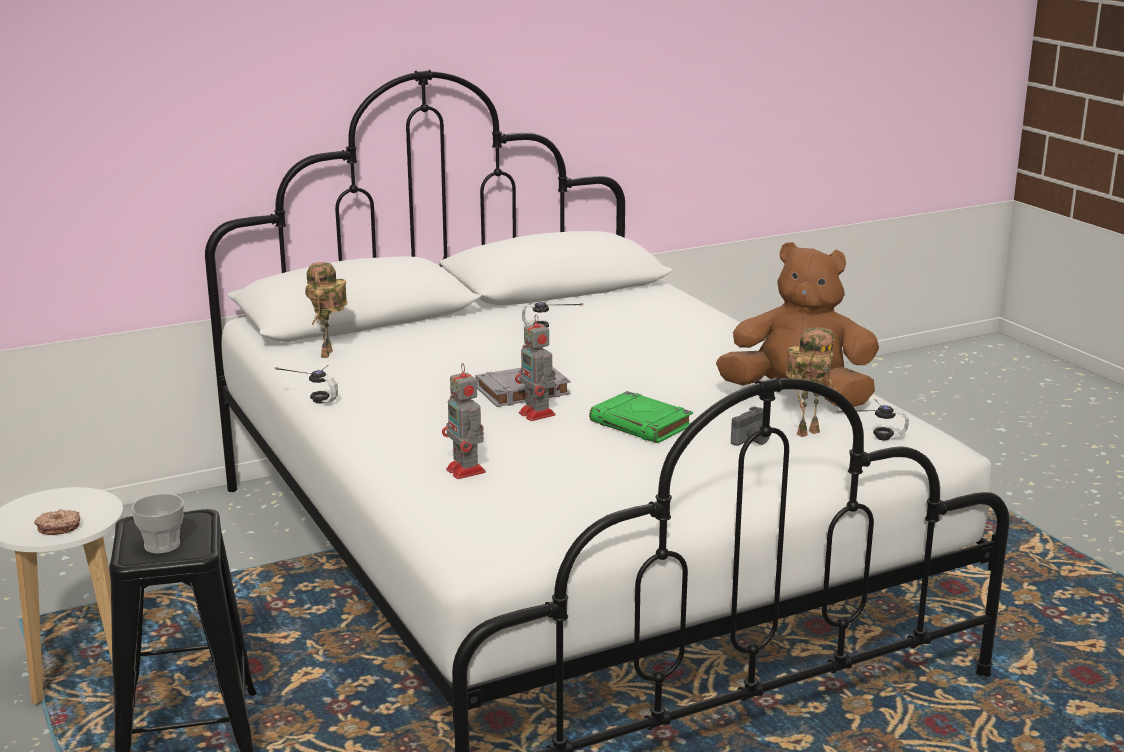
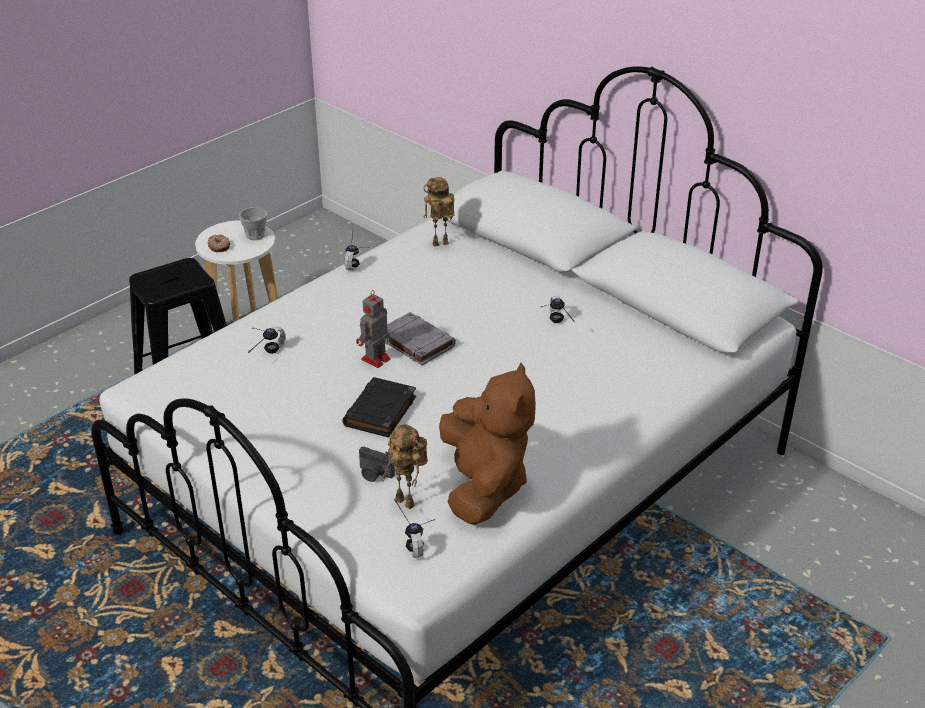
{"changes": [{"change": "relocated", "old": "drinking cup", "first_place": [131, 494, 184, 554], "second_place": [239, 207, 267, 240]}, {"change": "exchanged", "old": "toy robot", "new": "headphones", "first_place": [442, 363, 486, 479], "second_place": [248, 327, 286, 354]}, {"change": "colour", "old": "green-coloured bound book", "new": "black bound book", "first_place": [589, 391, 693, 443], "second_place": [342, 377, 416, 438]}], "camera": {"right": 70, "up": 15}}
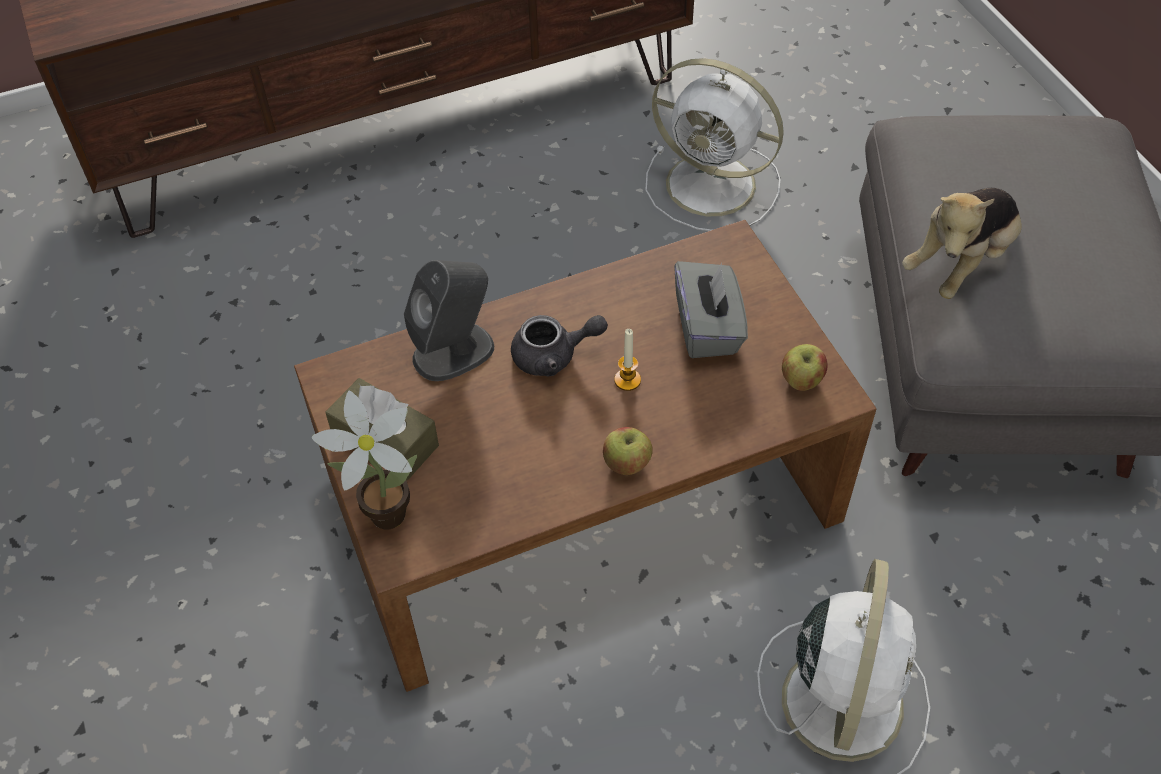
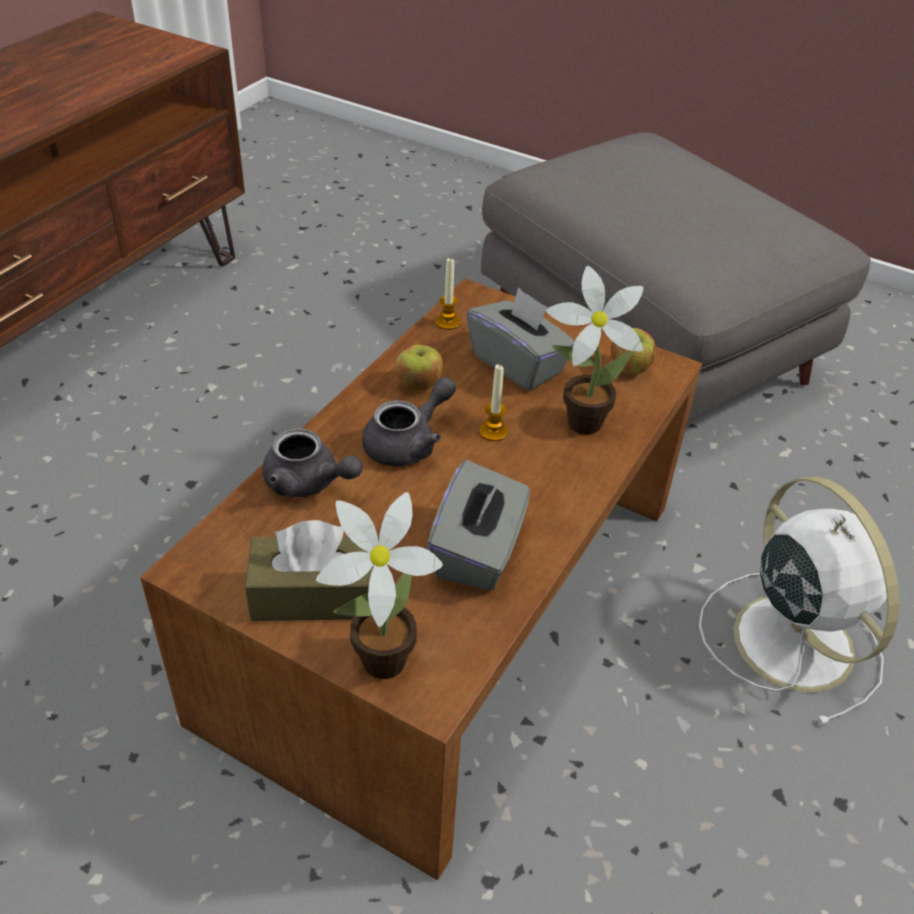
{"changes": [{"change": "missing", "old": "whitish cooling fan", "first_place": [645, 58, 784, 231]}, {"change": "missing", "old": "soft toy", "first_place": [902, 188, 1022, 299]}, {"change": "appeared", "new": "gray tissue holder", "second_place": [427, 460, 530, 591]}, {"change": "appeared", "new": "candle", "second_place": [435, 257, 461, 330]}, {"change": "appeared", "new": "potted plant", "second_place": [546, 266, 644, 435]}, {"change": "relocated", "old": "apple fruit", "first_place": [603, 427, 652, 475], "second_place": [396, 345, 443, 391]}, {"change": "exchanged", "old": "gray audio speaker", "new": "gray pot for tea", "first_place": [404, 260, 494, 381], "second_place": [262, 428, 363, 497]}], "camera": {"right": -40, "up": -10}}
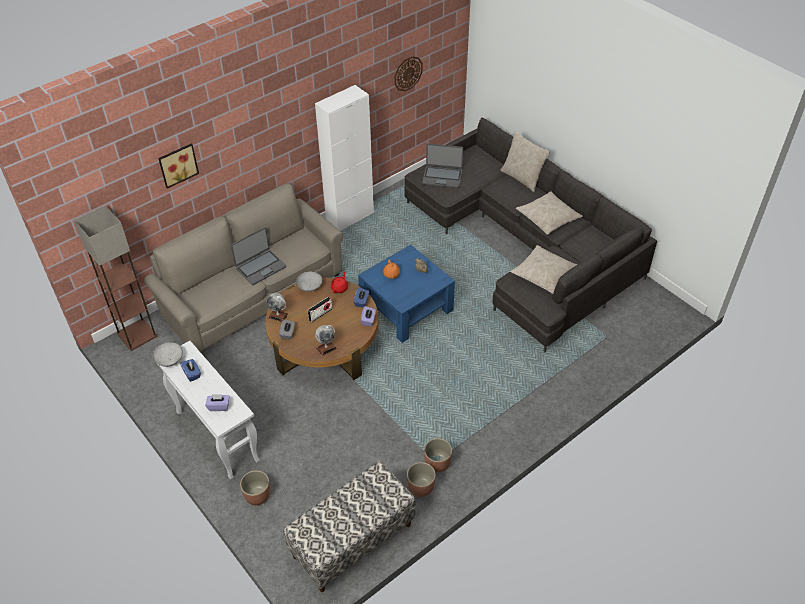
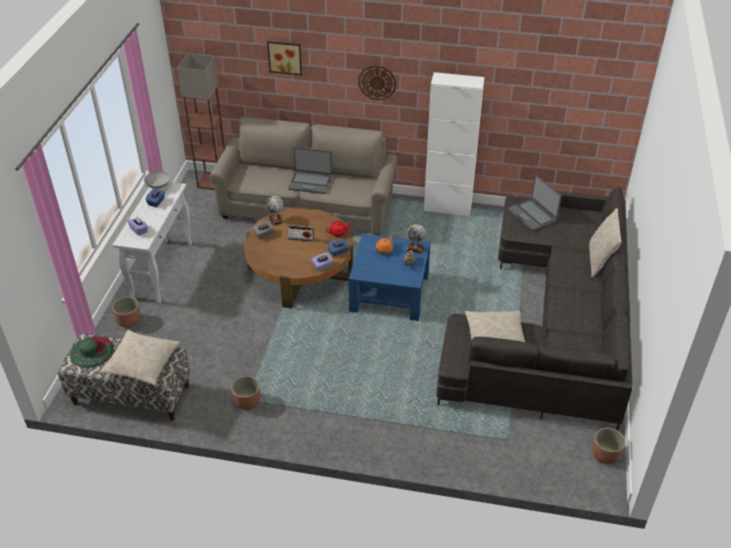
{"changes": [{"change": "missing", "old": "gray serving bowl", "first_place": [296, 272, 322, 292]}, {"change": "appeared", "new": "green-coloured clothing hat", "second_place": [70, 336, 113, 368]}, {"change": "relocated", "old": "world globe", "first_place": [315, 325, 337, 356], "second_place": [406, 224, 427, 254]}, {"change": "relocated", "old": "clock on the wall", "first_place": [394, 56, 423, 91], "second_place": [359, 65, 396, 100]}, {"change": "relocated", "old": "flower pot", "first_place": [407, 462, 436, 497], "second_place": [593, 428, 625, 465]}, {"change": "relocated", "old": "beige pillow", "first_place": [516, 191, 583, 235], "second_place": [100, 330, 180, 385]}], "camera": {"right": 50, "up": -5}}
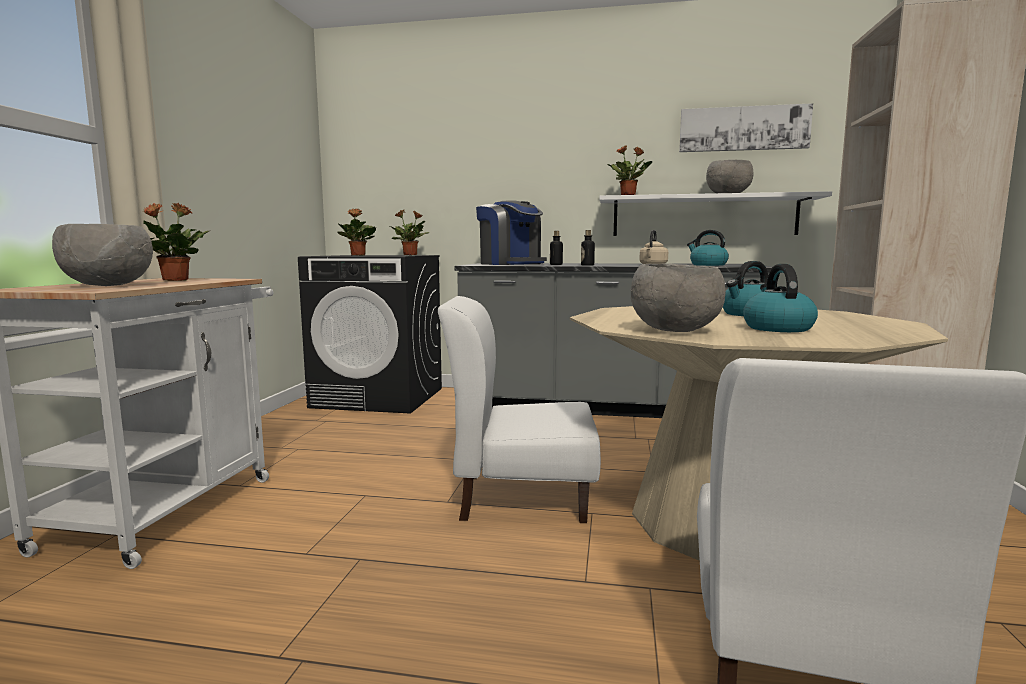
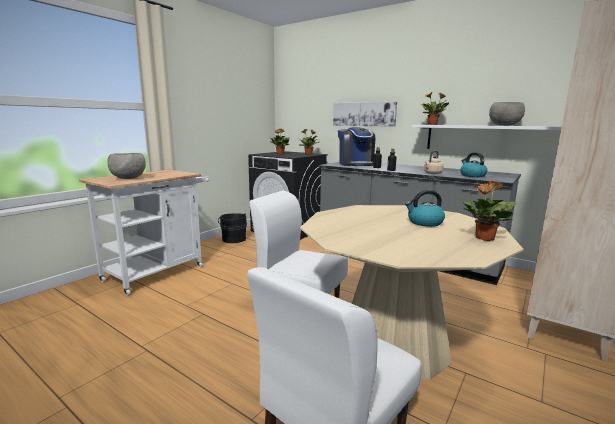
{"changes": [{"change": "missing", "old": "gray serving bowl", "first_place": [631, 264, 726, 332]}, {"change": "missing", "old": "kettle", "first_place": [743, 264, 818, 332]}, {"change": "appeared", "new": "black bucket", "second_place": [218, 213, 247, 243]}, {"change": "relocated", "old": "potted plant", "first_place": [143, 203, 209, 281], "second_place": [461, 181, 516, 241]}, {"change": "relocated", "old": "picture", "first_place": [679, 103, 813, 152], "second_place": [333, 102, 397, 127]}], "camera": {"right": 25, "up": 5}}
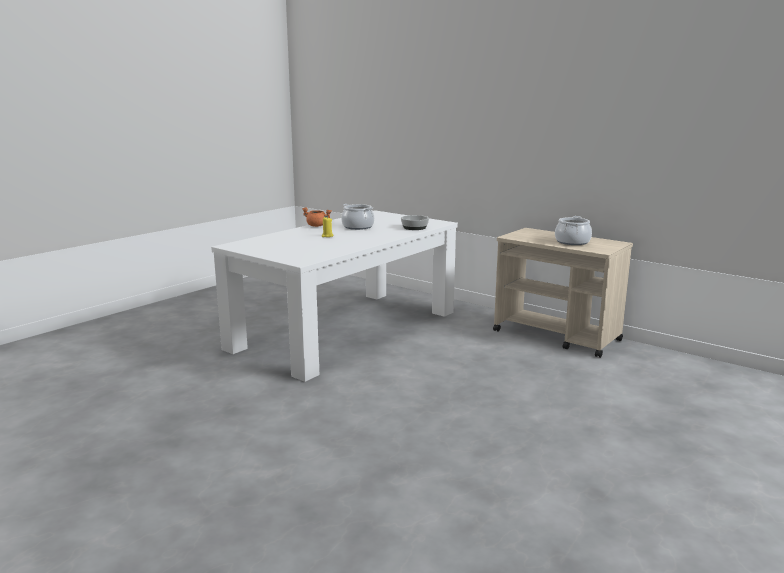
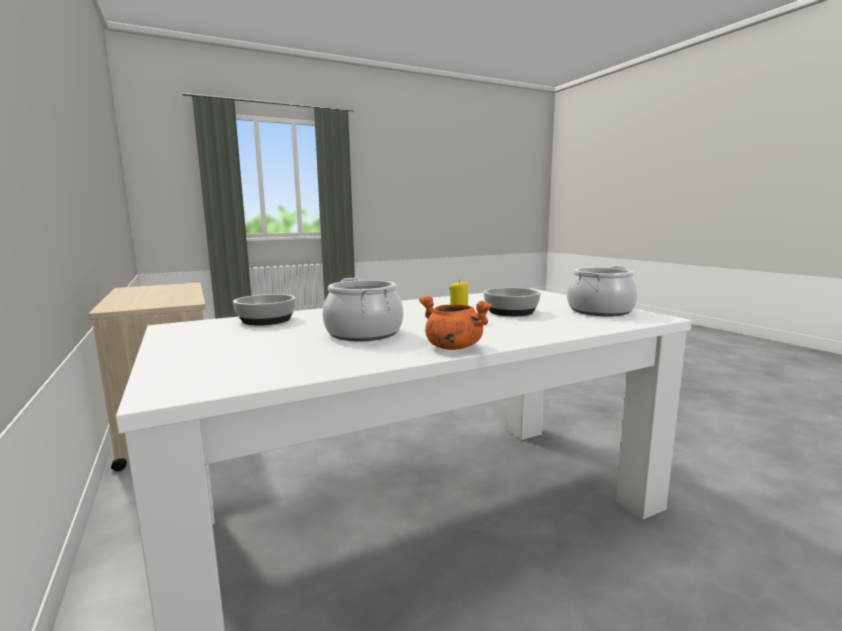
{"changes": [{"change": "appeared", "new": "serving bowl", "second_place": [483, 288, 541, 316]}, {"change": "relocated", "old": "stockpot", "first_place": [555, 216, 592, 245], "second_place": [567, 266, 638, 317]}], "camera": {"right": -155, "up": -5}}
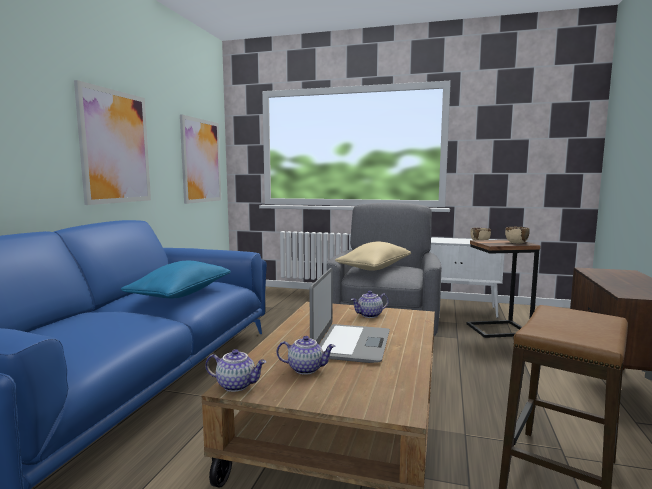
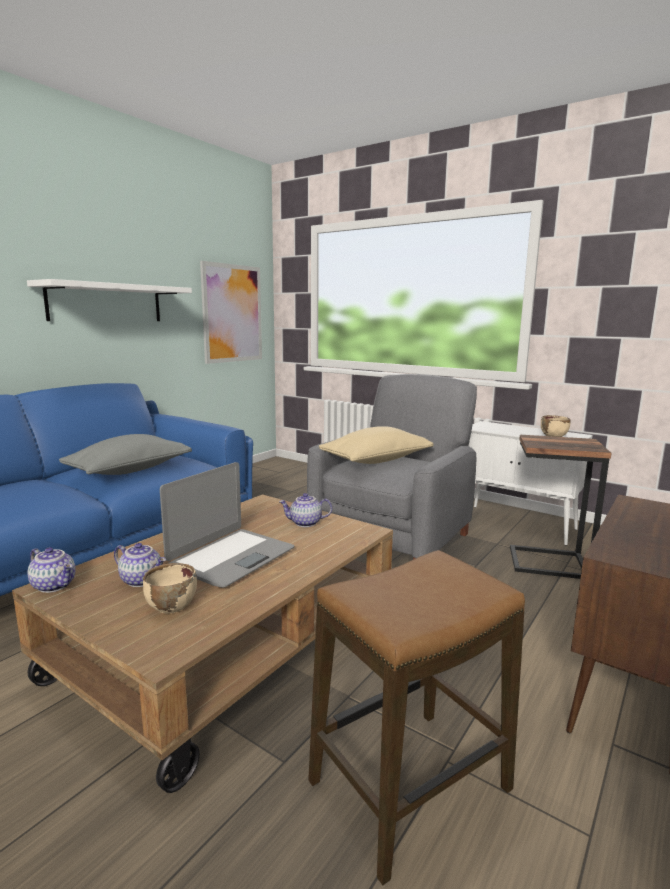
{"changes": [{"change": "relocated", "old": "beige serving bowl", "first_place": [505, 227, 530, 243], "second_place": [143, 563, 197, 613]}, {"change": "exchanged", "old": "picture", "new": "whitish shelf", "first_place": [74, 80, 151, 205], "second_place": [27, 279, 192, 321]}, {"change": "colour", "old": "blue-coloured pillow", "new": "gray pillow", "first_place": [121, 261, 231, 298], "second_place": [59, 434, 192, 475]}], "camera": {"right": 20, "up": 5}}
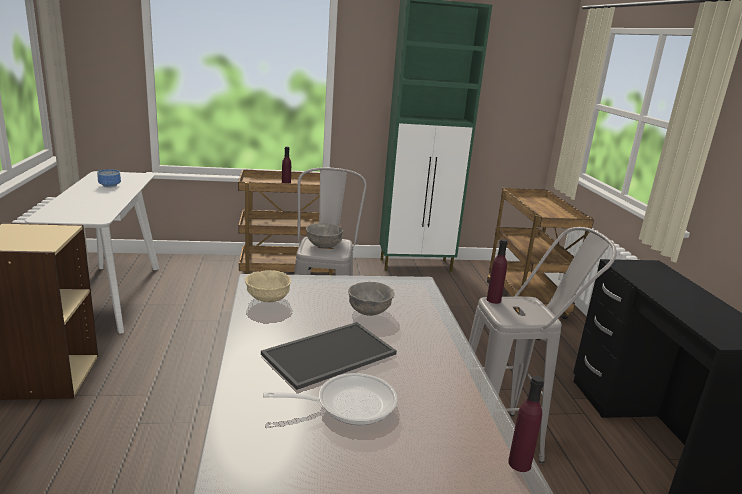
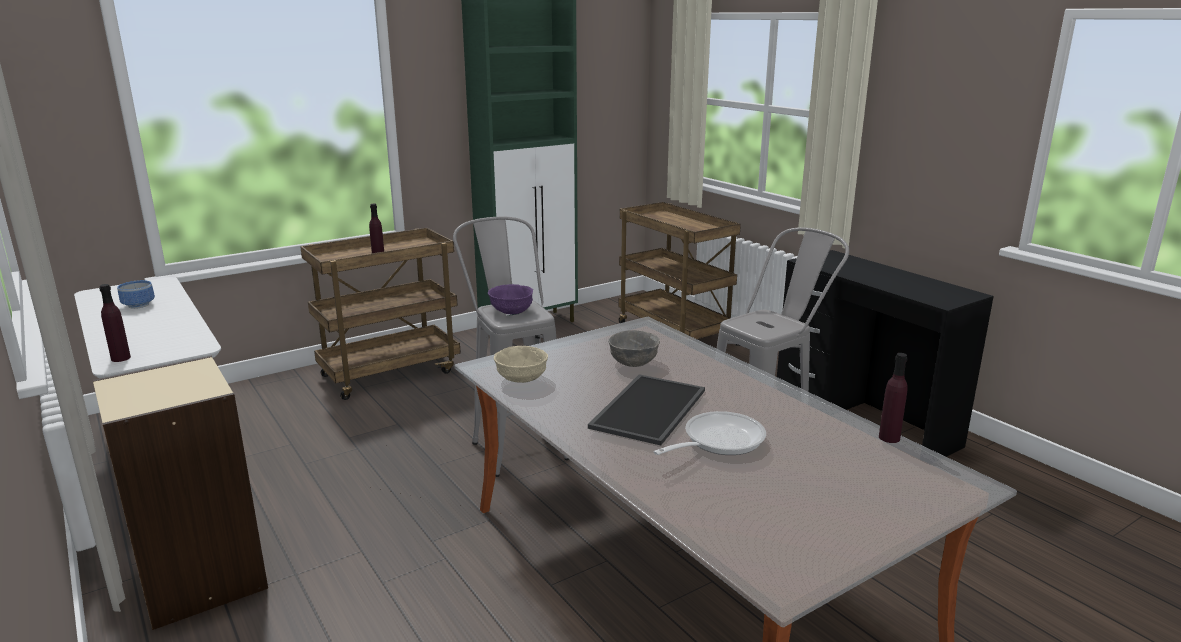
{"changes": [{"change": "relocated", "old": "purple-coloured bottle", "first_place": [487, 239, 508, 304], "second_place": [99, 284, 131, 362]}, {"change": "colour", "old": "gray serving bowl", "new": "purple-coloured serving bowl", "first_place": [306, 223, 343, 248], "second_place": [488, 284, 533, 315]}], "camera": {"right": -25, "up": 0}}
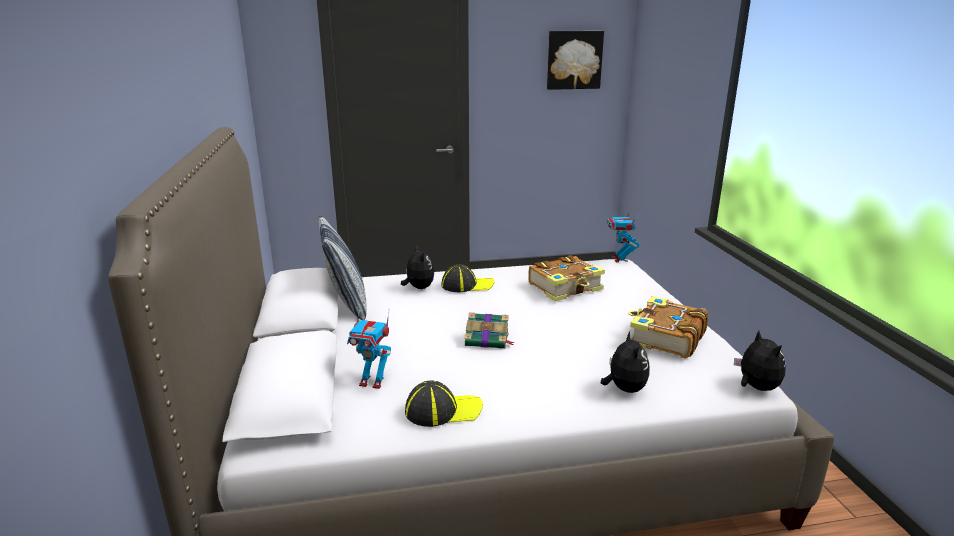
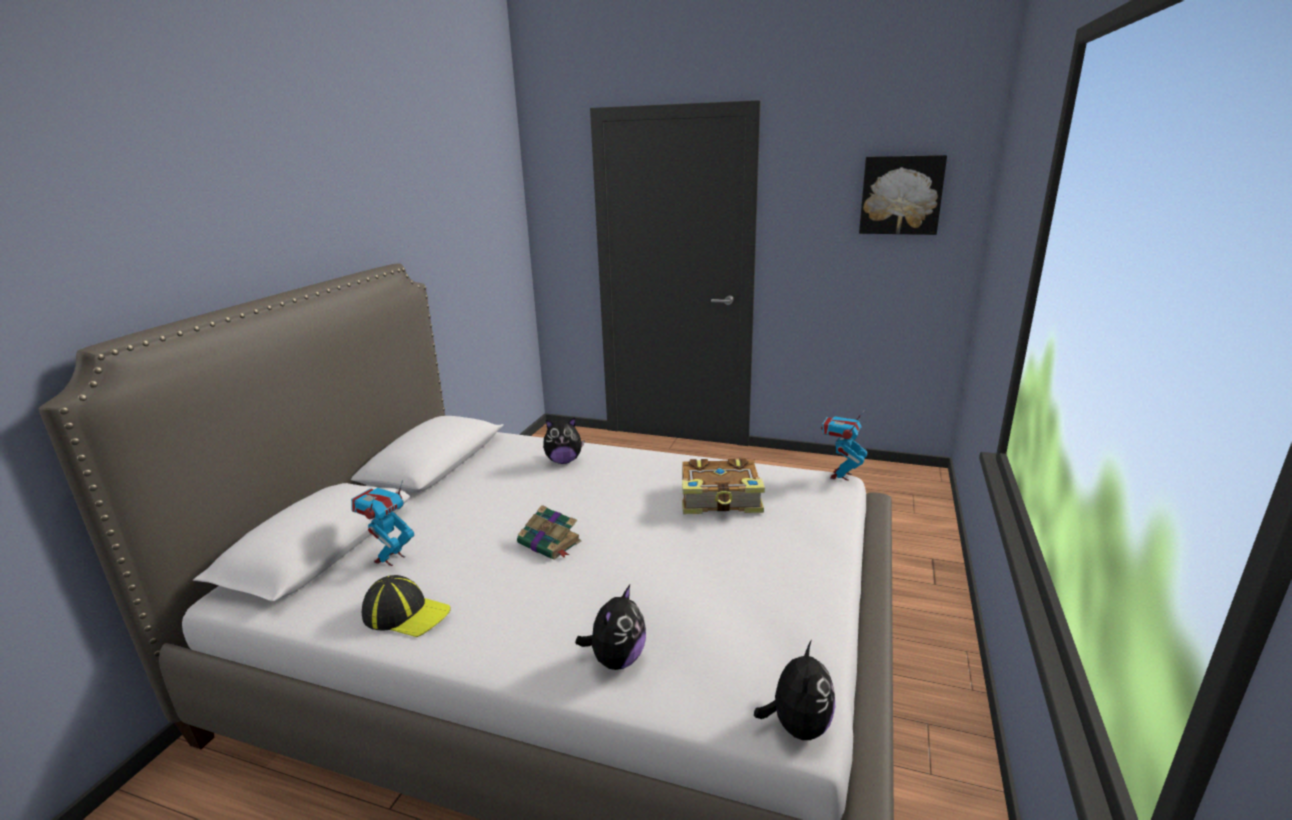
{"changes": [{"change": "missing", "old": "pillow", "first_place": [318, 214, 367, 320]}, {"change": "missing", "old": "baseball cap", "first_place": [441, 264, 495, 292]}, {"change": "missing", "old": "bound book", "first_place": [628, 296, 708, 358]}, {"change": "spun", "old": "toy robot", "first_place": [347, 307, 391, 389], "second_place": [351, 480, 414, 566], "degrees": 75}, {"change": "spun", "old": "soft toy", "first_place": [401, 246, 434, 289], "second_place": [543, 418, 585, 464], "degrees": 75}], "camera": {"right": 30, "up": 0}}
